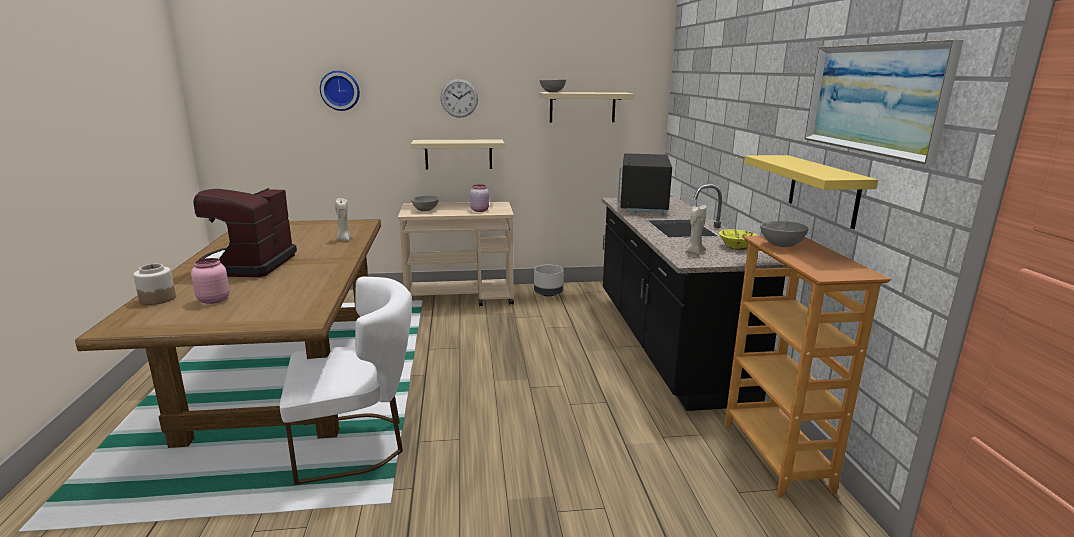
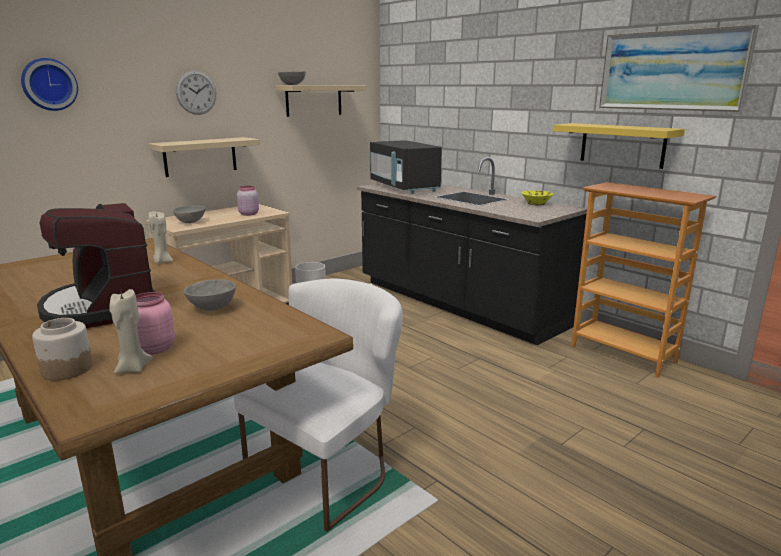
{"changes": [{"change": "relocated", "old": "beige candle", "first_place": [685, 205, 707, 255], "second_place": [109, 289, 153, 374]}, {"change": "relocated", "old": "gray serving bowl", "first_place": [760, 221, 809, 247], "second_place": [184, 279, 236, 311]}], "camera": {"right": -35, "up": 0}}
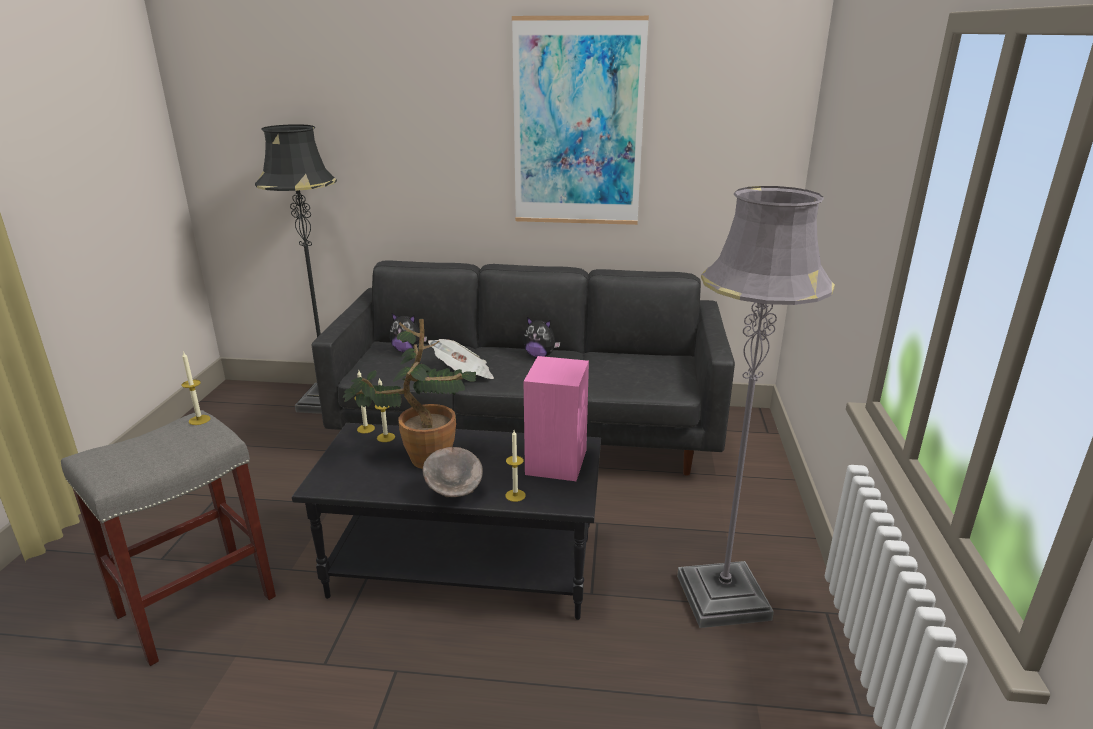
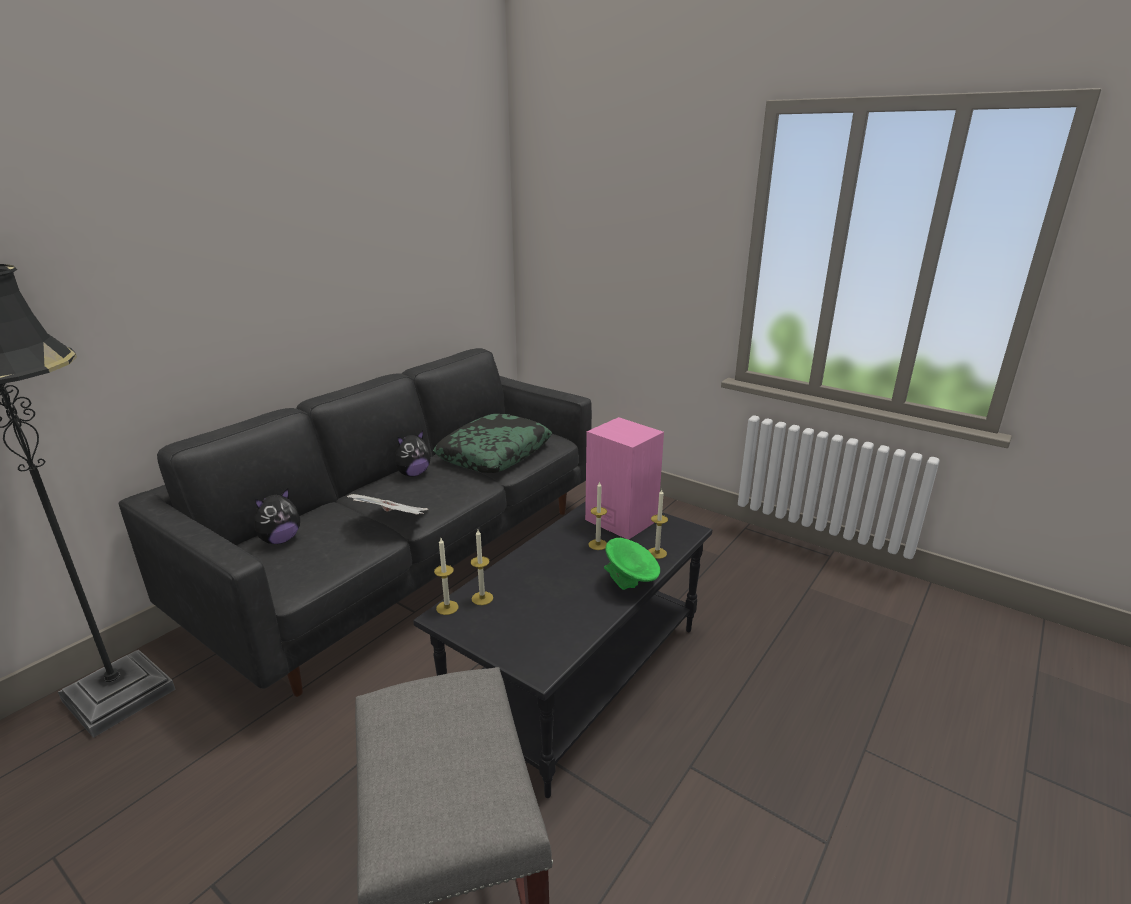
{"changes": [{"change": "missing", "old": "potted plant", "first_place": [342, 319, 476, 469]}, {"change": "missing", "old": "picture", "first_place": [512, 16, 649, 225]}, {"change": "missing", "old": "gray standing lamp", "first_place": [677, 186, 835, 628]}, {"change": "appeared", "new": "pillow", "second_place": [433, 414, 552, 473]}, {"change": "relocated", "old": "candle", "first_place": [181, 351, 211, 425], "second_place": [588, 481, 607, 550]}, {"change": "colour", "old": "gray serving bowl", "new": "green-coloured serving bowl", "first_place": [423, 447, 483, 497], "second_place": [604, 537, 660, 590]}], "camera": {"right": -60, "up": 0}}
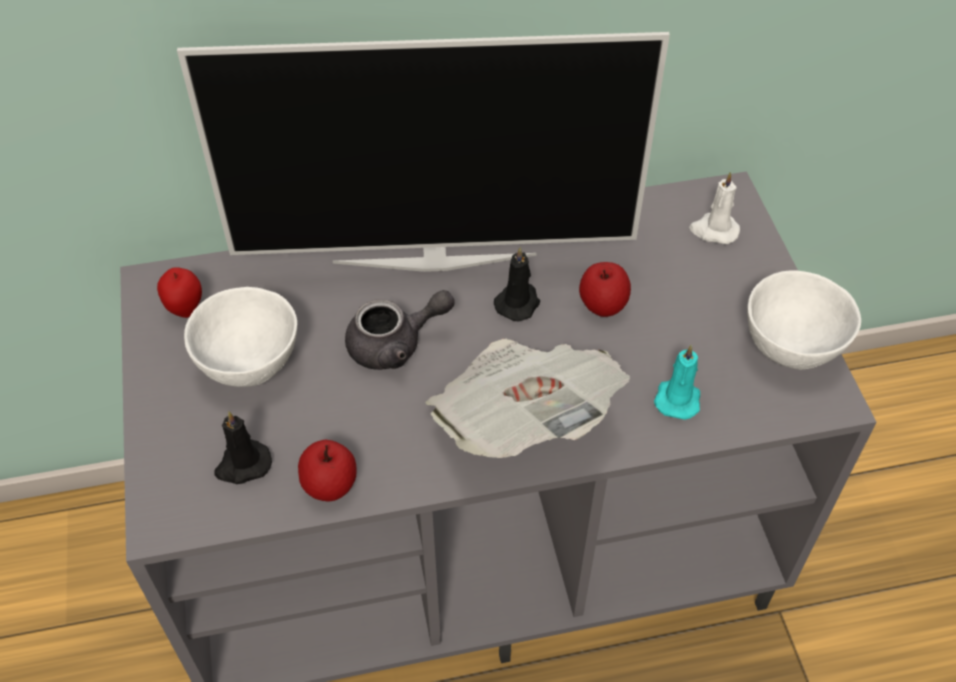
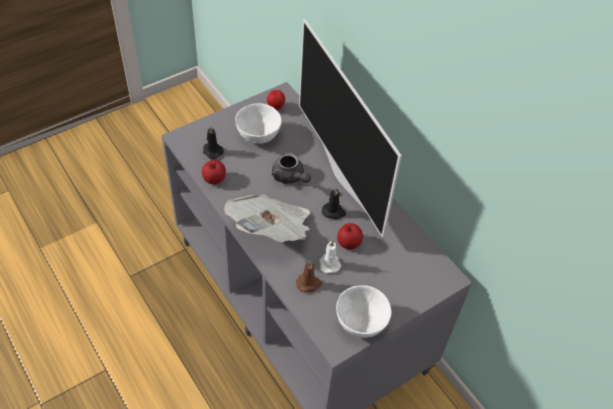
{"changes": [{"change": "relocated", "old": "whitish candle", "first_place": [689, 172, 740, 244], "second_place": [319, 240, 341, 274]}, {"change": "colour", "old": "turquoise candle", "new": "brown-coloured candle", "first_place": [654, 345, 700, 420], "second_place": [296, 261, 322, 293]}], "camera": {"right": 65, "up": 0}}
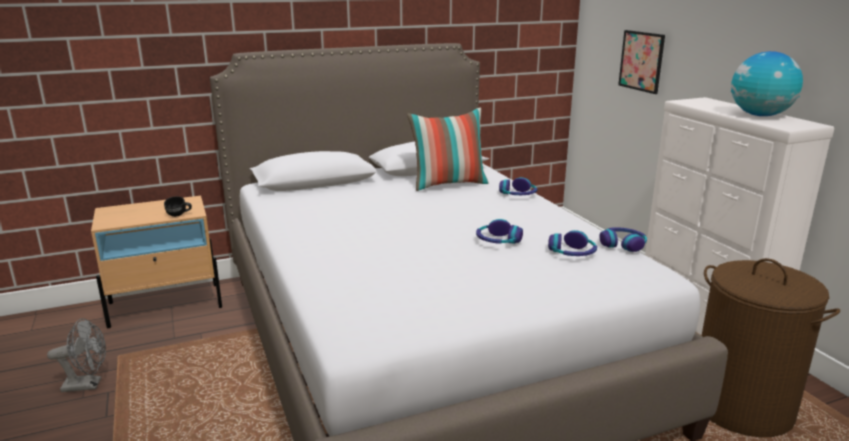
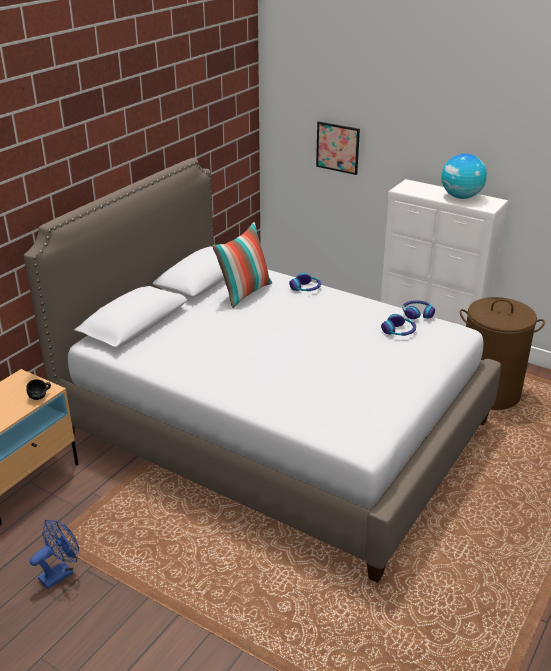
{"changes": [{"change": "missing", "old": "headphones", "first_place": [476, 219, 523, 244]}, {"change": "colour", "old": "gray cooling fan", "new": "blue-coloured cooling fan", "first_place": [47, 319, 106, 392], "second_place": [30, 520, 79, 589]}], "camera": {"right": -35, "up": 10}}
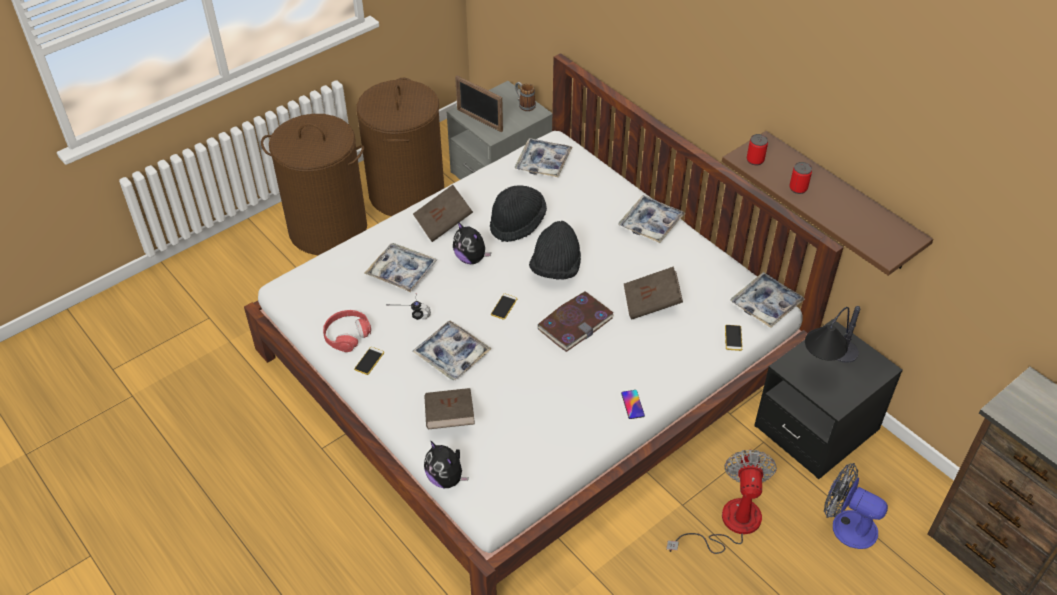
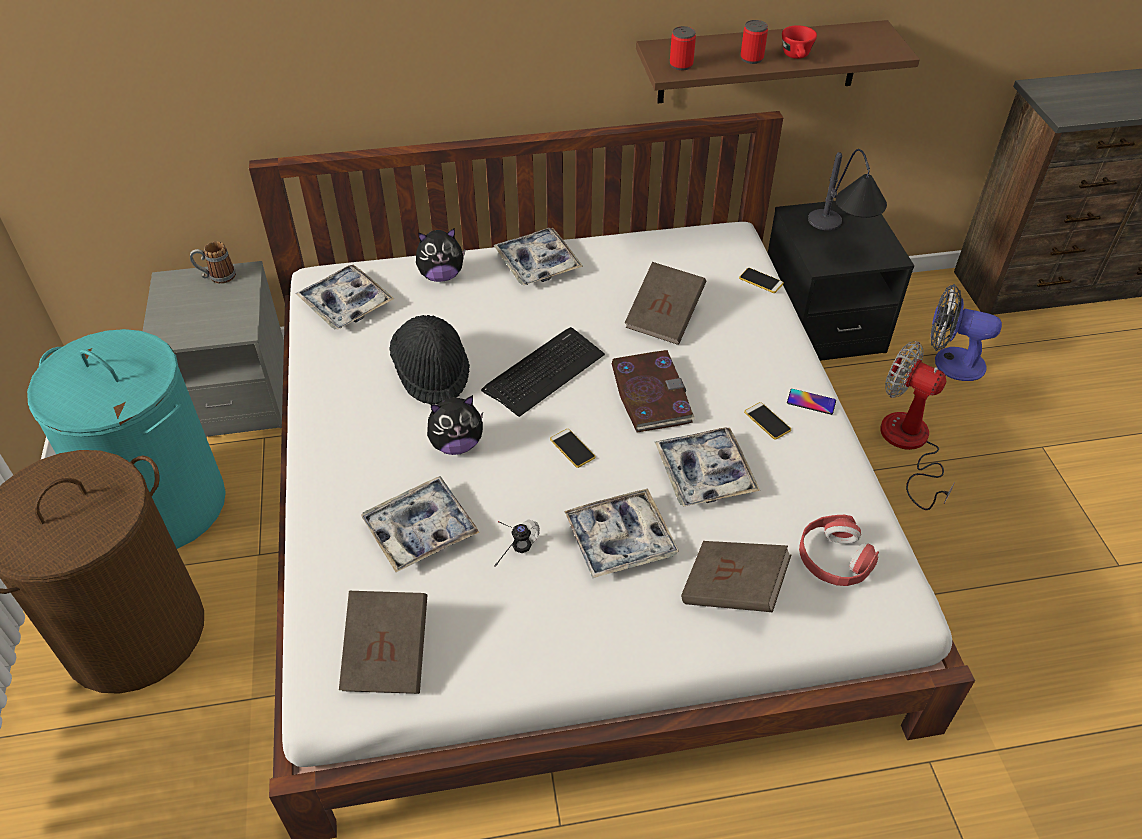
{"changes": [{"change": "missing", "old": "standing frame", "first_place": [455, 76, 503, 132]}, {"change": "appeared", "new": "red-coloured drinking cup", "second_place": [782, 25, 817, 59]}, {"change": "relocated", "old": "red-coloured headphones", "first_place": [323, 310, 371, 352], "second_place": [799, 515, 879, 586]}, {"change": "relocated", "old": "handset", "first_place": [354, 347, 384, 375], "second_place": [744, 402, 791, 440]}, {"change": "relocated", "old": "brown-coloured bound book", "first_place": [413, 185, 473, 242], "second_place": [339, 591, 427, 694]}, {"change": "relocated", "old": "soft toy", "first_place": [424, 440, 469, 488], "second_place": [416, 228, 465, 282]}, {"change": "relocated", "old": "serving tray", "first_place": [730, 272, 805, 328], "second_place": [655, 427, 760, 507]}, {"change": "exchanged", "old": "black clothing hat", "new": "PC keyboard", "first_place": [529, 221, 581, 280], "second_place": [481, 327, 605, 417]}, {"change": "colour", "old": "brown-coloured washing basket", "new": "turquoise washing basket", "first_place": [357, 78, 444, 216], "second_place": [27, 329, 226, 549]}, {"change": "spun", "old": "cooling fan", "first_place": [824, 463, 888, 549], "second_place": [930, 284, 1002, 381], "degrees": 45}], "camera": {"right": -60, "up": 0}}
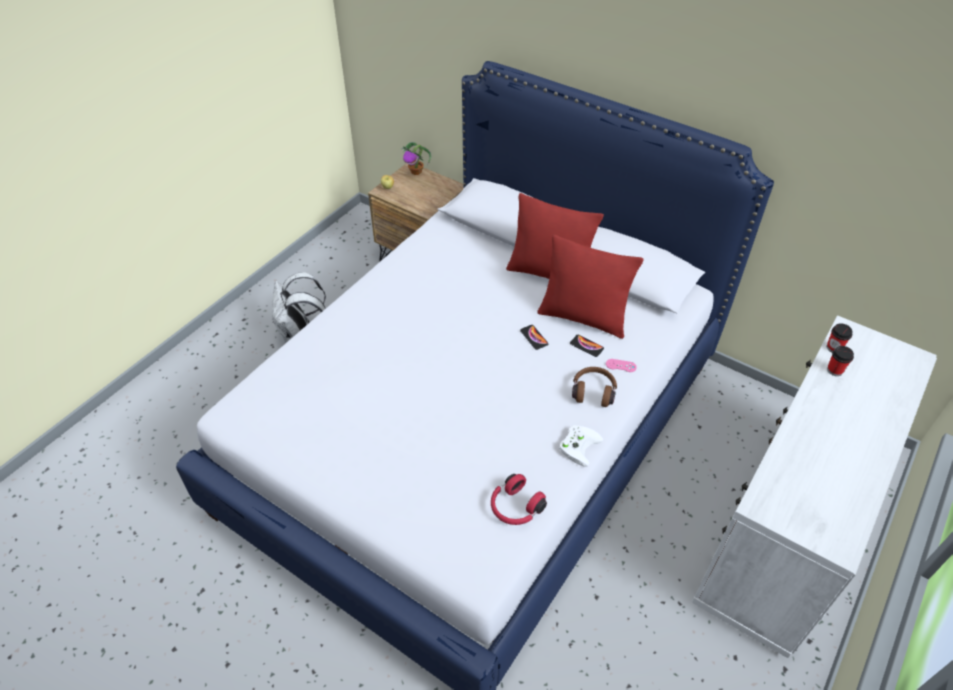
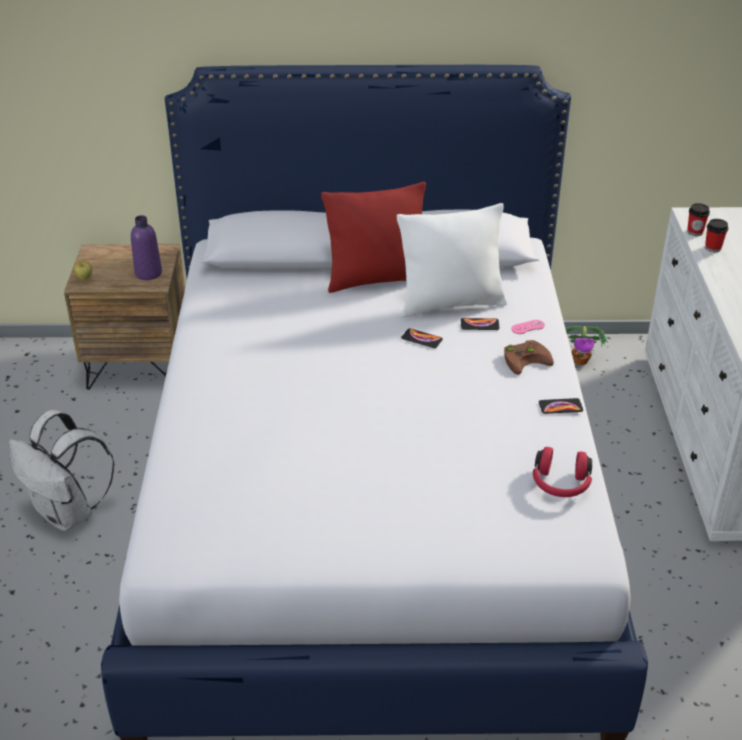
{"changes": [{"change": "appeared", "new": "purple-coloured bottle", "second_place": [131, 215, 162, 280]}, {"change": "relocated", "old": "potted plant", "first_place": [401, 142, 431, 175], "second_place": [565, 326, 608, 365]}, {"change": "exchanged", "old": "whitish game controller", "new": "handset", "first_place": [559, 425, 603, 467], "second_place": [539, 398, 583, 414]}, {"change": "exchanged", "old": "brown-coloured headphones", "new": "brown-coloured game controller", "first_place": [572, 367, 617, 407], "second_place": [504, 340, 554, 375]}, {"change": "colour", "old": "red-coloured pillow", "new": "whitish pillow", "first_place": [537, 234, 644, 339], "second_place": [397, 203, 507, 317]}], "camera": {"right": -35, "up": -10}}
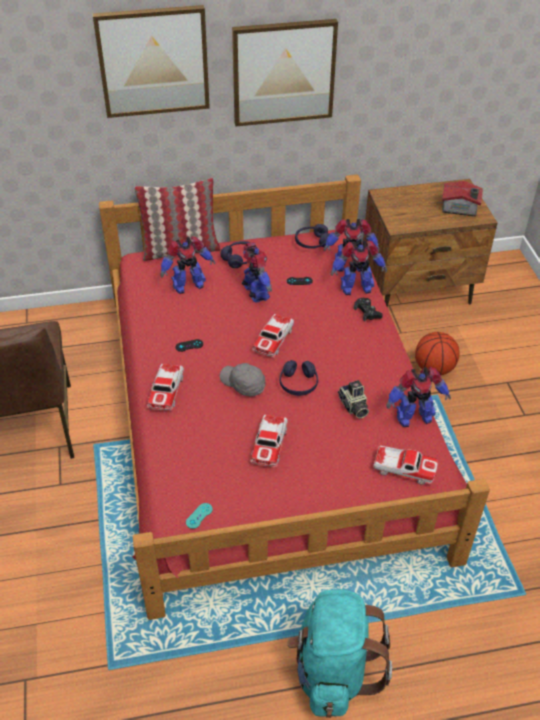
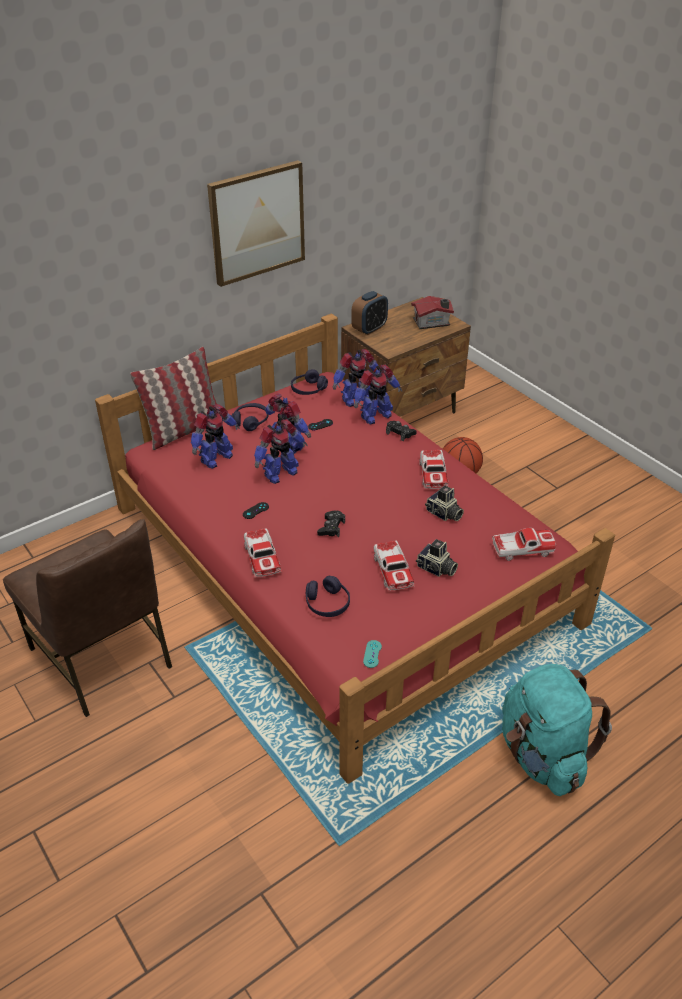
{"changes": [{"change": "missing", "old": "picture", "first_place": [93, 5, 210, 118]}, {"change": "appeared", "new": "table clock", "second_place": [351, 291, 388, 335]}, {"change": "appeared", "new": "still camera", "second_place": [416, 539, 458, 577]}, {"change": "relocated", "old": "model car", "first_place": [252, 314, 294, 357], "second_place": [419, 450, 449, 489]}, {"change": "relocated", "old": "purple-coloured headphones", "first_place": [279, 360, 318, 396], "second_place": [306, 576, 350, 617]}, {"change": "relocated", "old": "toy robot", "first_place": [386, 367, 451, 427], "second_place": [254, 419, 308, 484]}, {"change": "exchanged", "old": "gray baseball cap", "new": "black game controller", "first_place": [220, 363, 266, 396], "second_place": [317, 510, 345, 538]}], "camera": {"right": -25, "up": -5}}
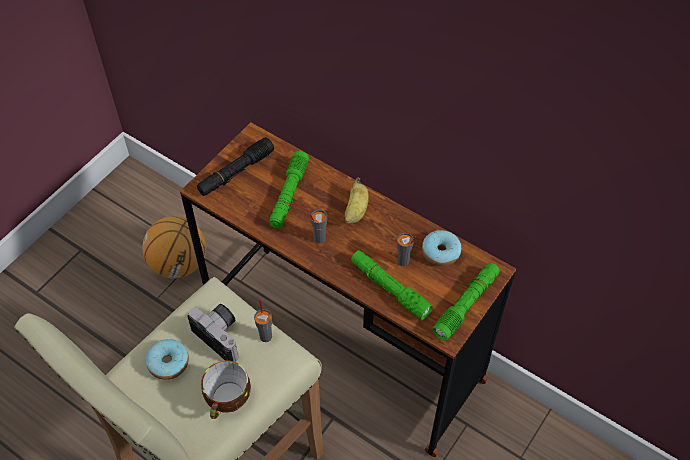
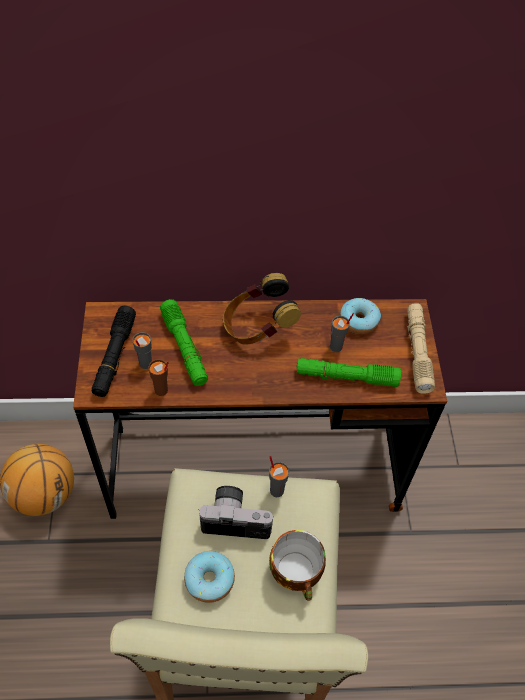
{"changes": [{"change": "appeared", "new": "brown-coloured drinking cup", "second_place": [148, 359, 169, 396]}, {"change": "relocated", "old": "gray drinking cup", "first_place": [310, 210, 327, 243], "second_place": [133, 332, 152, 369]}, {"change": "exchanged", "old": "banana fruit", "new": "headphones", "first_place": [345, 177, 369, 224], "second_place": [223, 273, 301, 345]}, {"change": "colour", "old": "green-coloured hand torch", "new": "beige hand torch", "first_place": [432, 263, 500, 341], "second_place": [407, 303, 435, 394]}], "camera": {"right": -40, "up": 0}}
